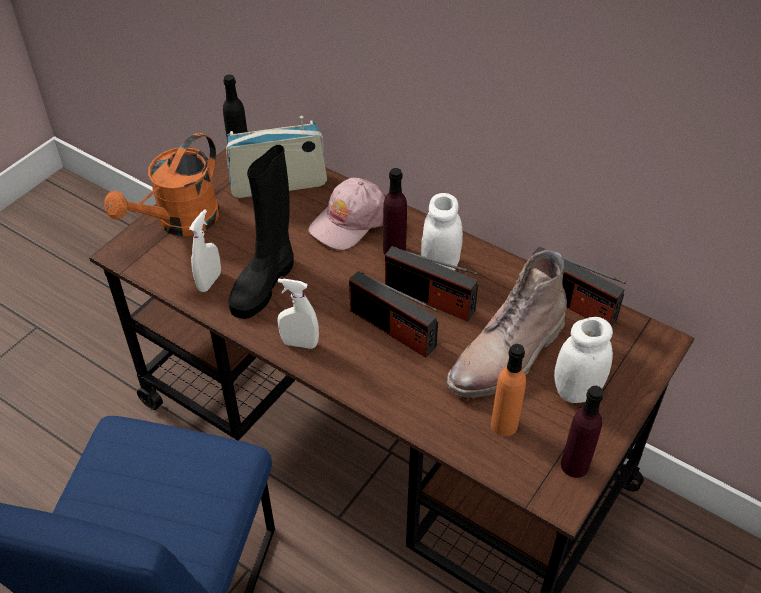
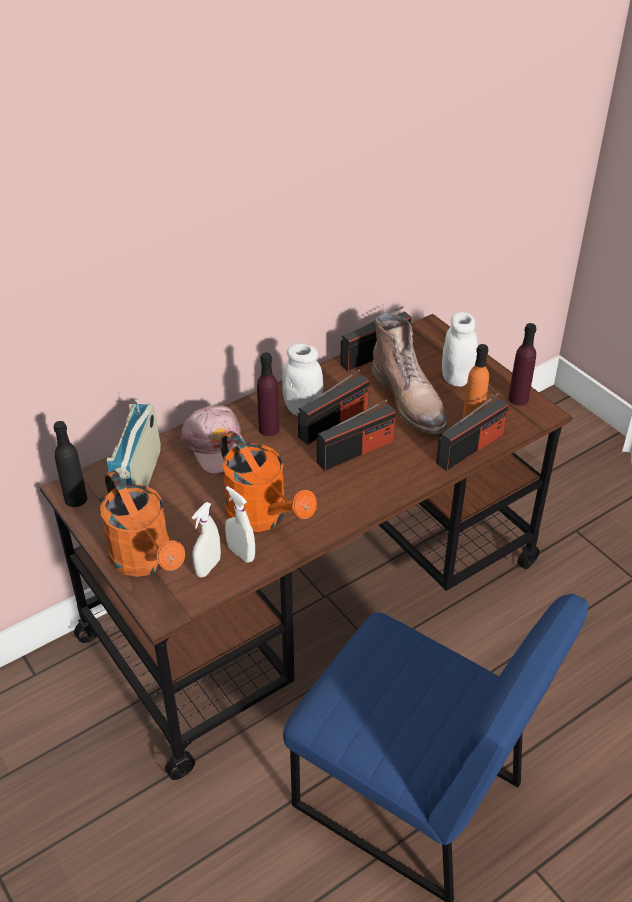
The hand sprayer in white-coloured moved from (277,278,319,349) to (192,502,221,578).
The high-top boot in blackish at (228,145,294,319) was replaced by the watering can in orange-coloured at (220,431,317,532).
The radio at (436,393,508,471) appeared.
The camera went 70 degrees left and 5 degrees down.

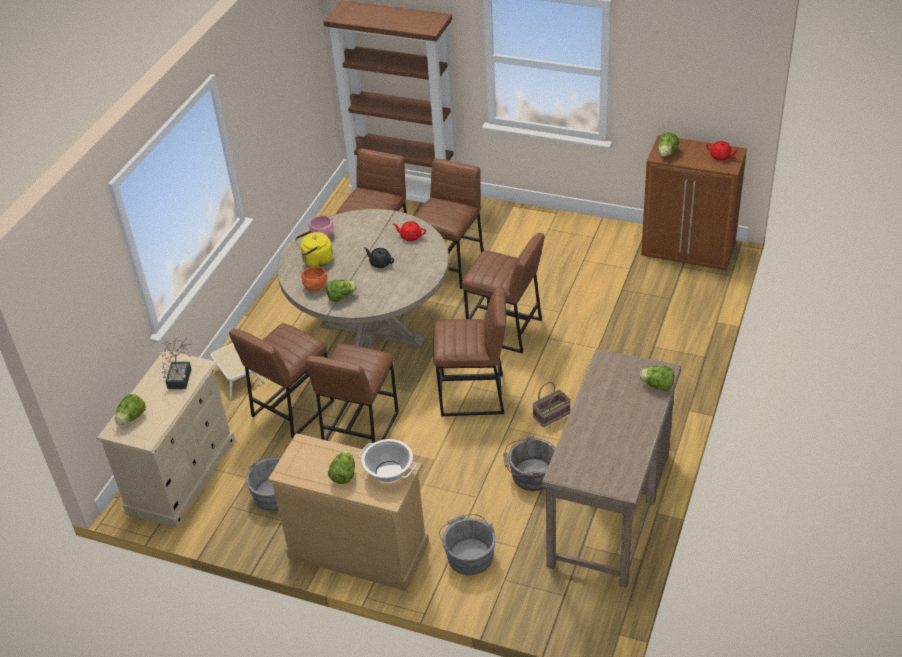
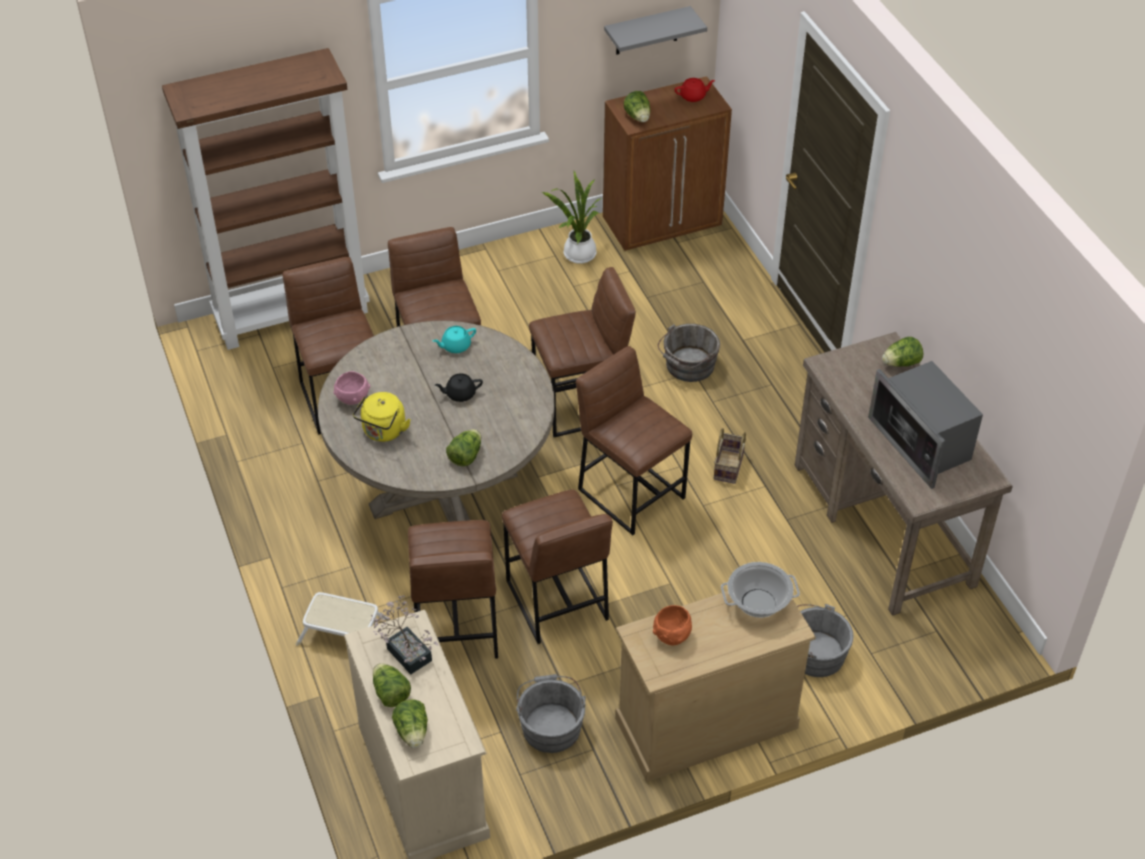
The head of lettuce moved from (328,450,355,484) to (373,663,411,707).
The teapot in red-coloured at (393,221,426,241) became the teapot in blue-green at (433,326,476,353).
The houseplant at (541,171,602,264) appeared.
The upright chair in brownish at (433,287,506,416) turned 90 degrees counterclockwise.
The shelf in gray at (604,6,707,54) appeared.
The deep dish in orange-coloured moved from (301,267,327,291) to (653,605,692,645).
The pail in gray moved from (503,435,555,491) to (658,324,720,382).
The microwave oven at (868,361,983,489) appeared.
The camera went 45 degrees left and 5 degrees up.

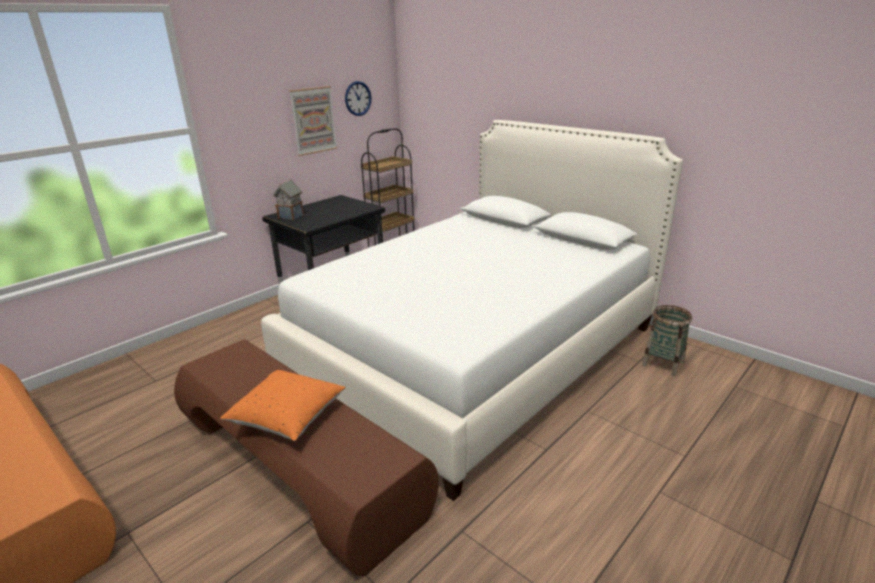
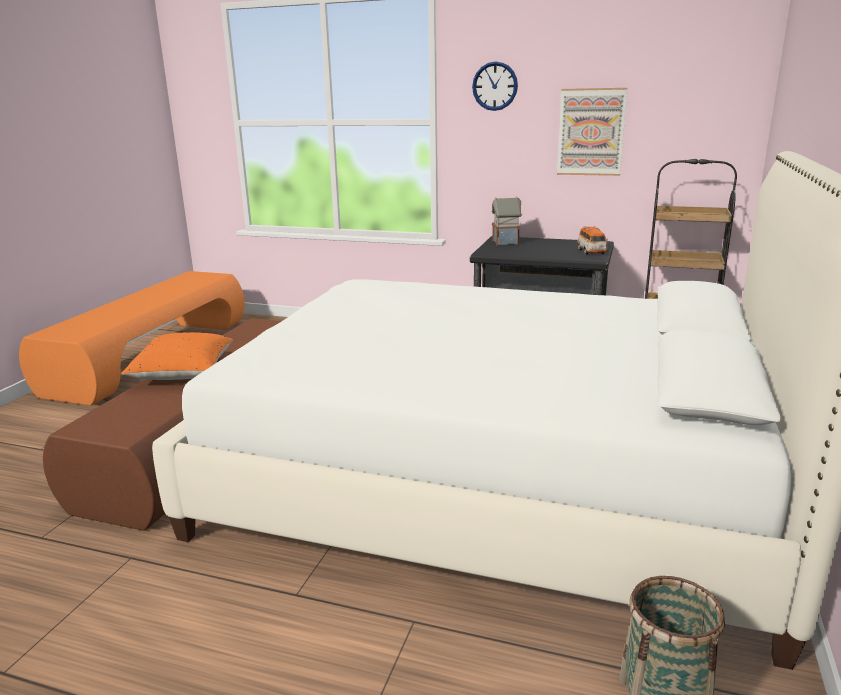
The wall clock moved from (345,81,371,116) to (472,61,518,111).
The toy car at (577,226,608,255) appeared.
The camera went 65 degrees right and 5 degrees down.

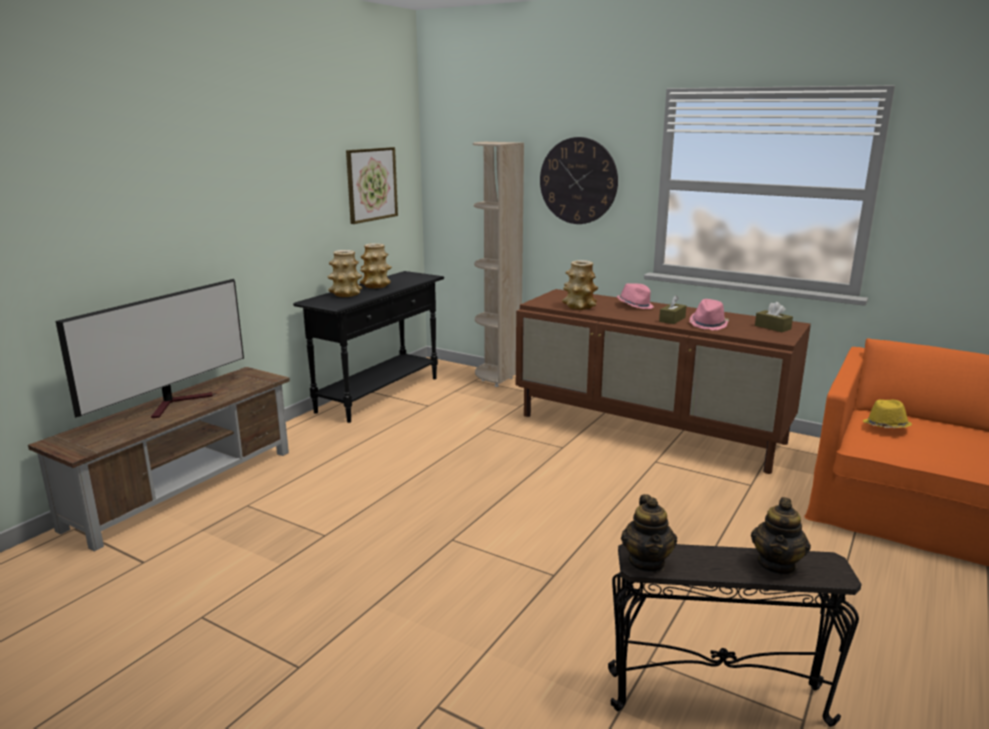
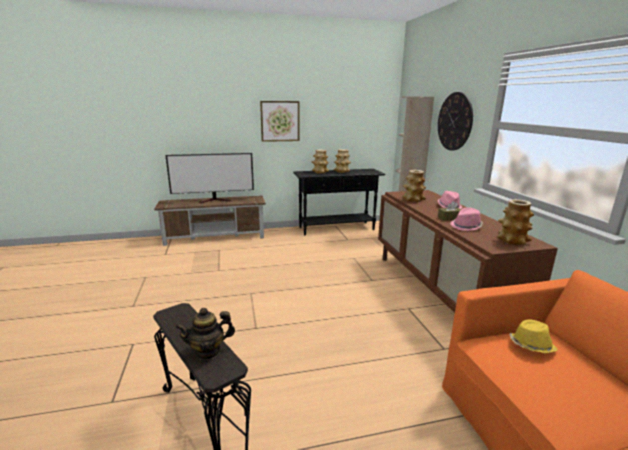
The wall art moved from (346,147,398,224) to (260,101,300,142).
The tissue box in brownish at (755,302,793,332) was replaced by the flower vase at (497,199,534,245).
The teapot at (621,494,677,573) disappeared.
The camera went 45 degrees right and 0 degrees up.

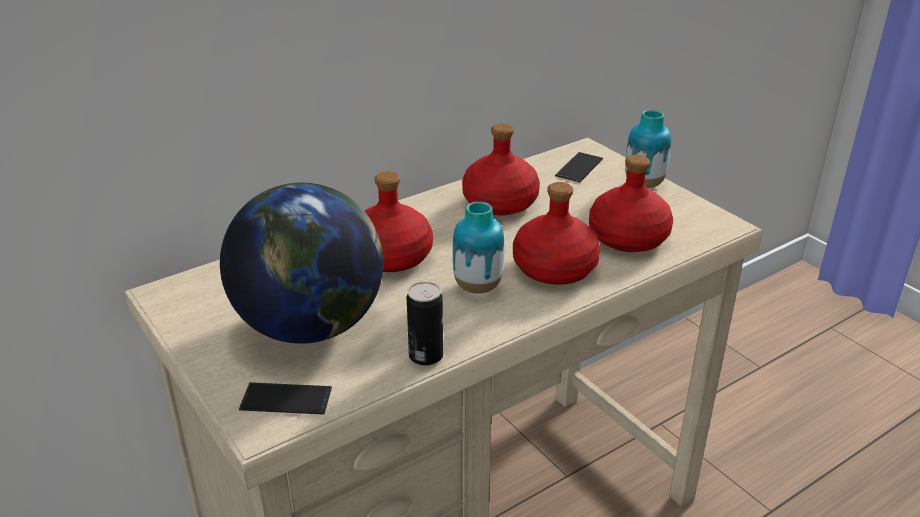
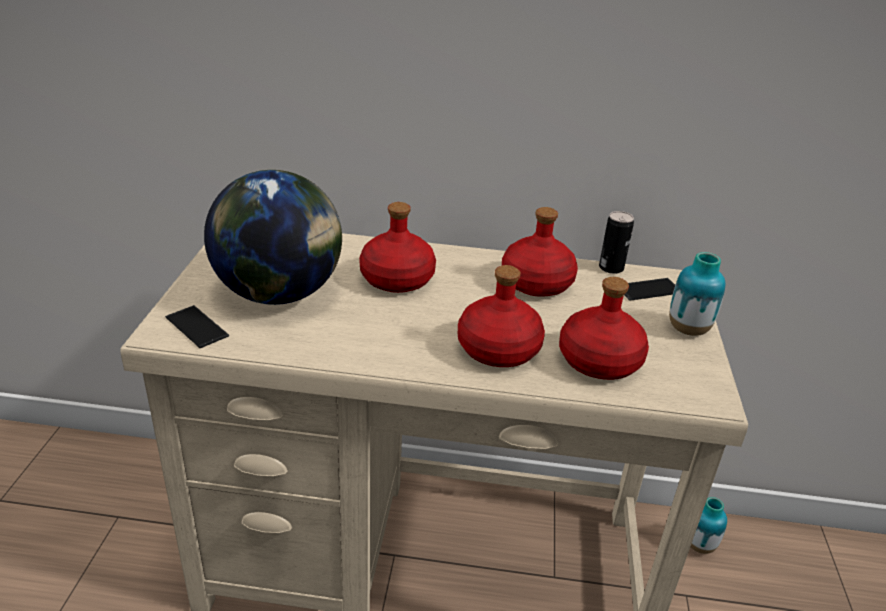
The metal can moved from (407,281,443,366) to (599,211,634,274).
The flower vase moved from (452,201,504,294) to (691,497,727,554).
The camera went 40 degrees right and 0 degrees up.

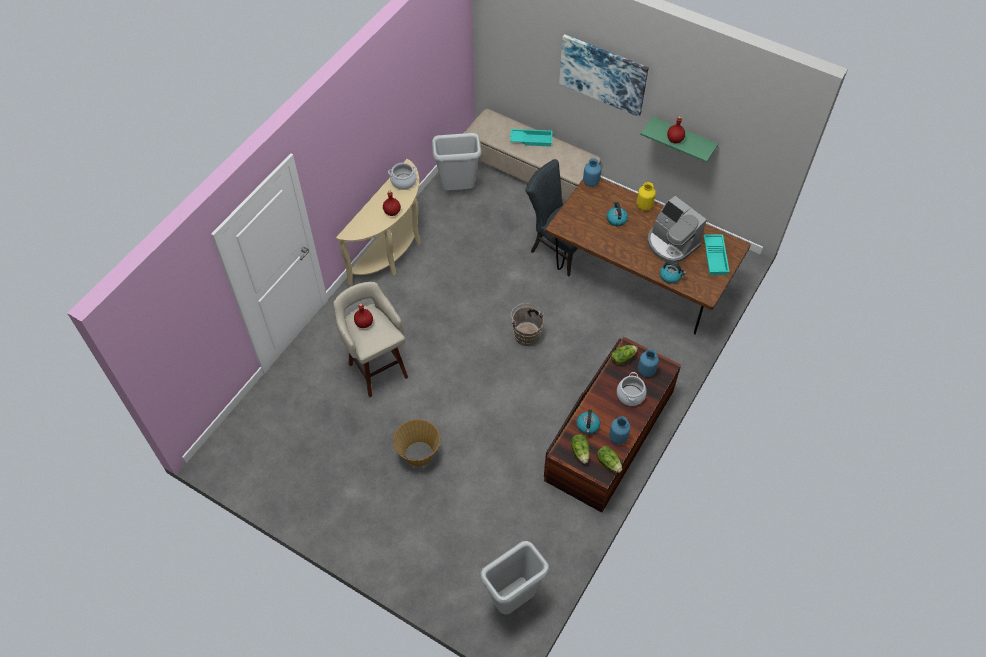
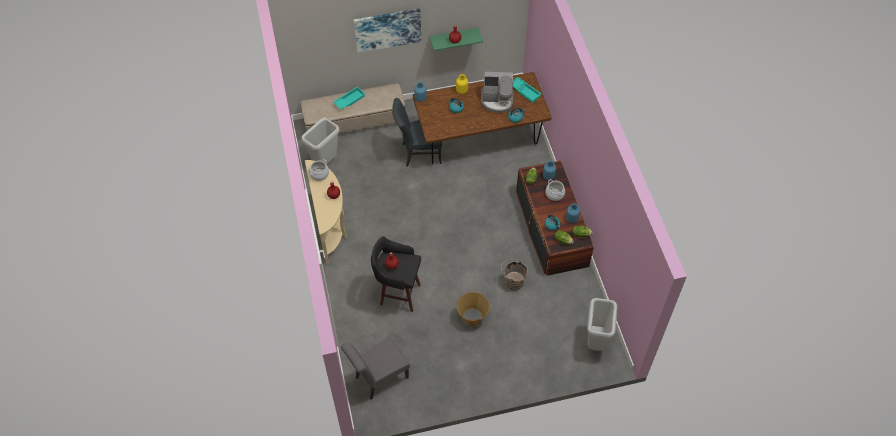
The upright chair in gray at (341,337,410,400) appeared.
The stool seat in beige at (333,282,408,397) became the stool seat in blackish at (371,236,421,312).
The pail in brownish moved from (511,303,544,346) to (501,259,528,290).
The camera went 45 degrees left and 0 degrees up.

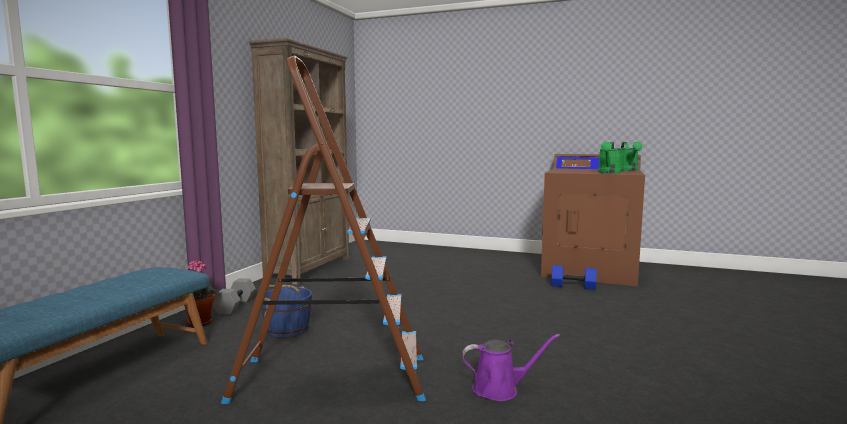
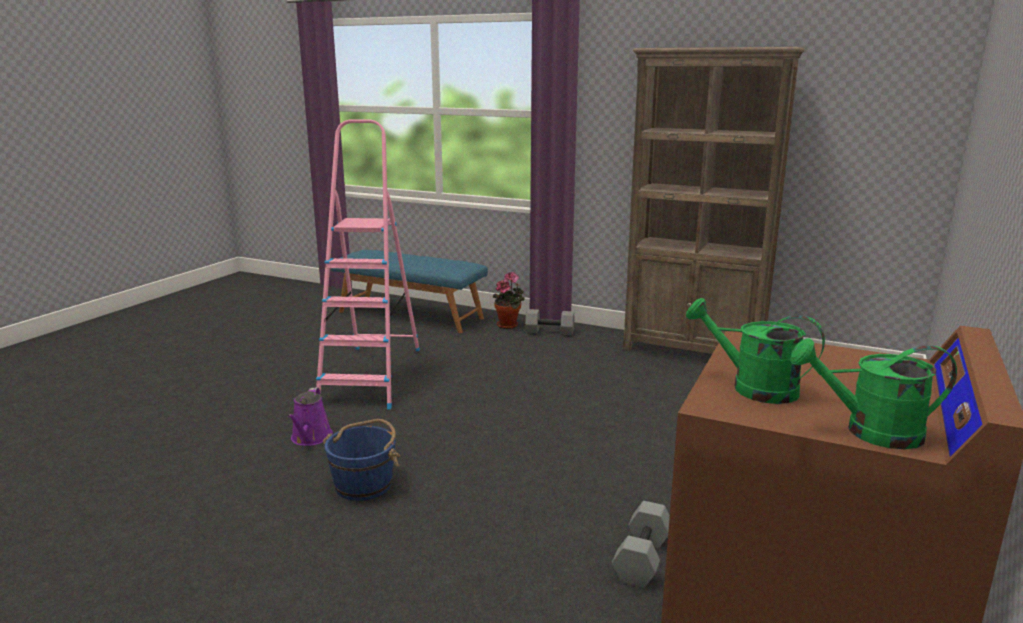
The step stool in brownish at (221,55,426,404) became the step stool in pink-coloured at (316,120,420,410).
The pail in blue-coloured moved from (261,285,312,338) to (323,419,400,501).
The hand weight in blue-coloured at (551,265,597,290) became the hand weight in gray at (612,501,670,588).
The camera went 95 degrees right and 10 degrees up.

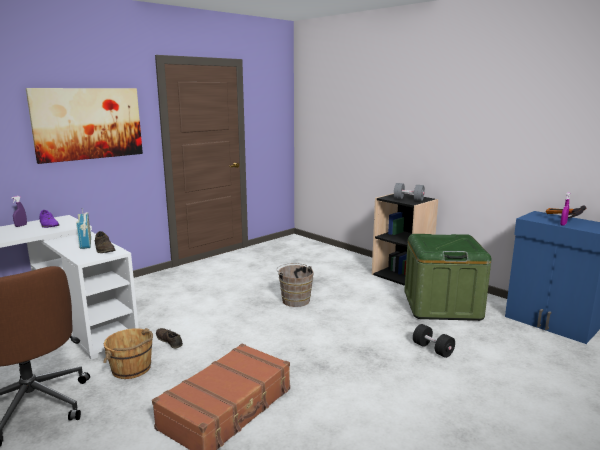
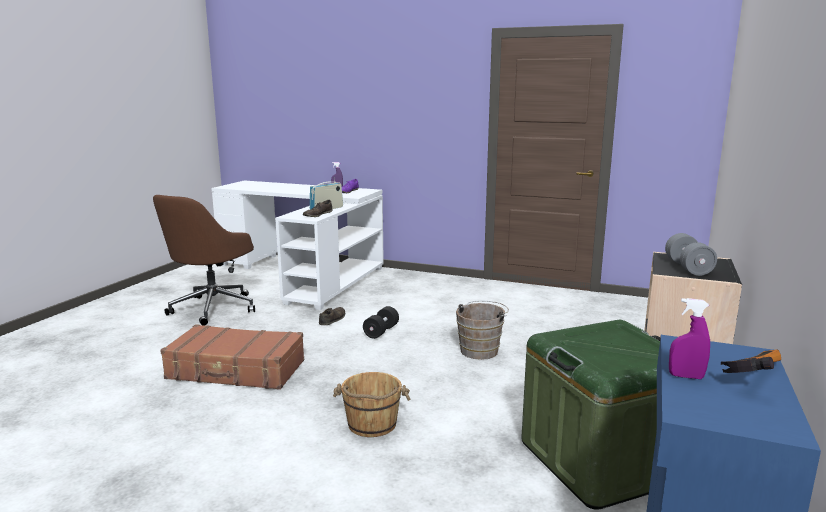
The pail in brownish moved from (103,328,153,379) to (333,372,411,437).
The hand weight in blackish moved from (413,324,455,358) to (363,306,399,339).
The wall art at (26,88,143,164) disappeared.
The camera went 65 degrees right and 0 degrees up.

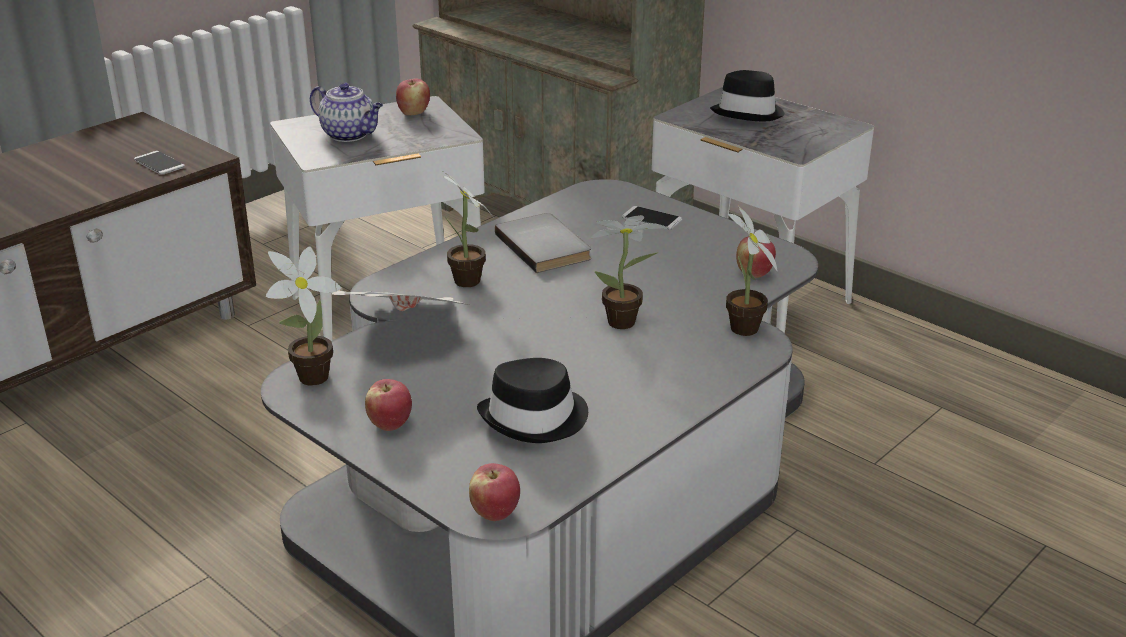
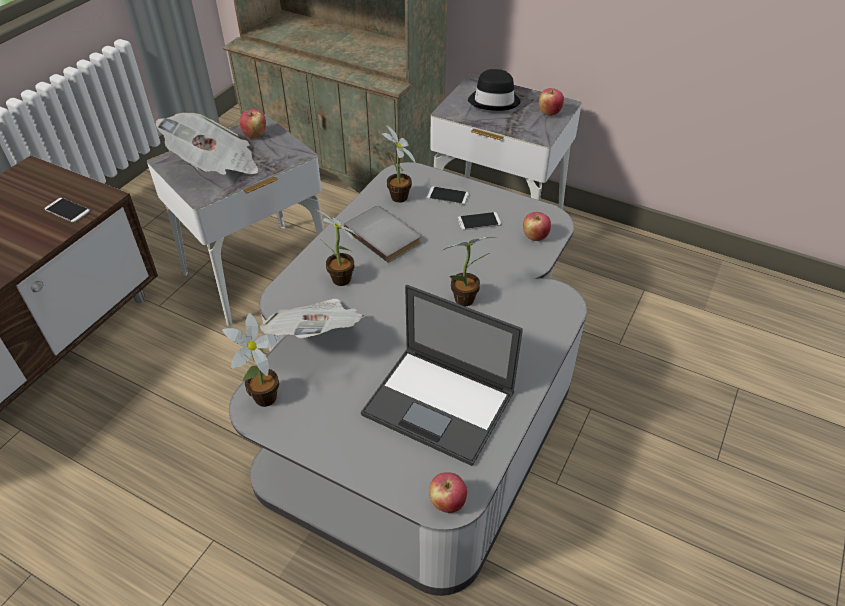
The teapot at (310,82,383,142) was replaced by the newspaper at (156,113,258,175).
The wearable hat in blackish at (477,358,588,443) was replaced by the notebook computer at (361,285,523,466).
The houseplant moved from (726,205,778,336) to (382,125,416,203).
The phone at (457,212,501,230) appeared.
The apple moved from (365,379,412,431) to (539,88,564,116).
The camera went 15 degrees left and 15 degrees up.

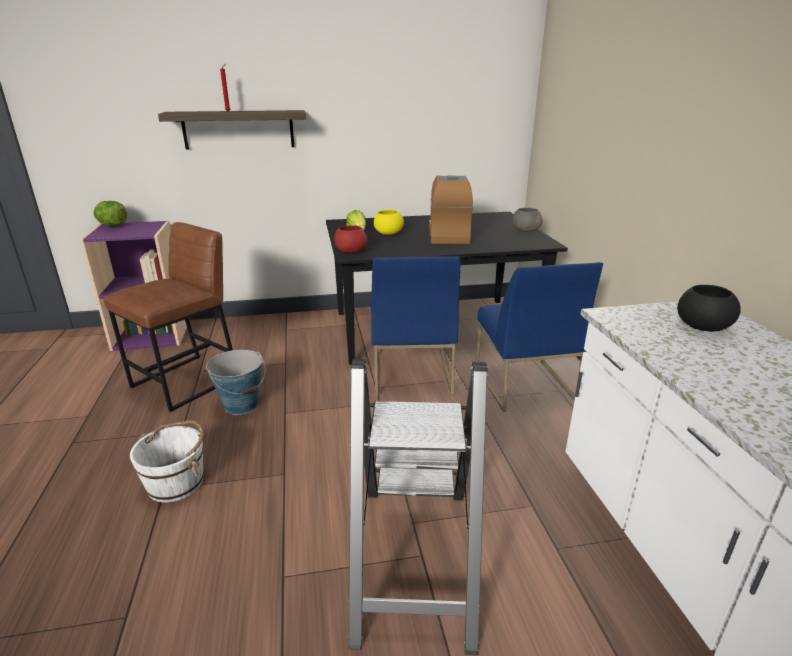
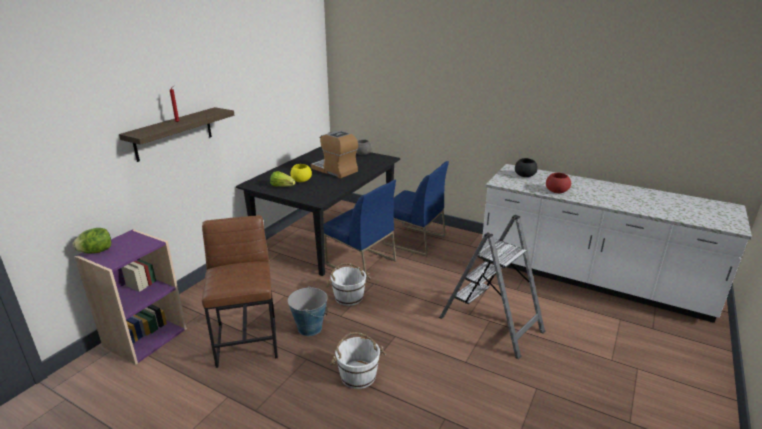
The pail in white-coloured at (326,263,371,306) appeared.
The deep dish in red-coloured moved from (334,225,367,253) to (546,173,571,193).
The camera went 50 degrees left and 0 degrees up.

